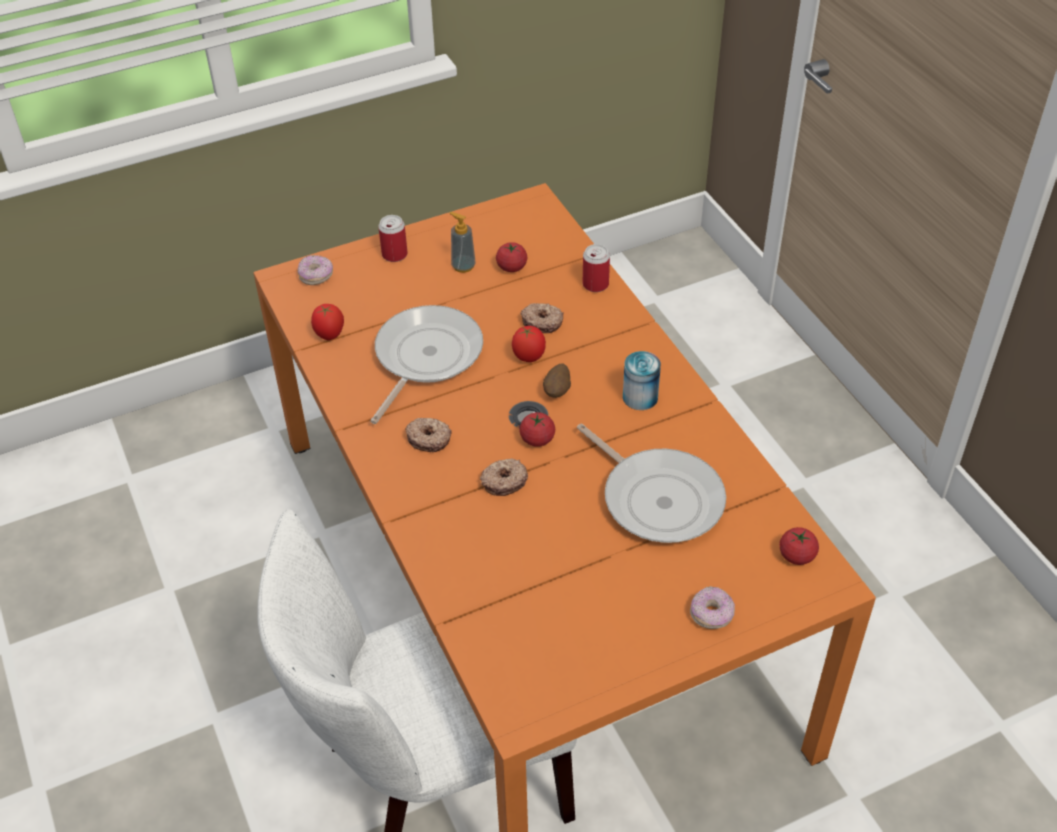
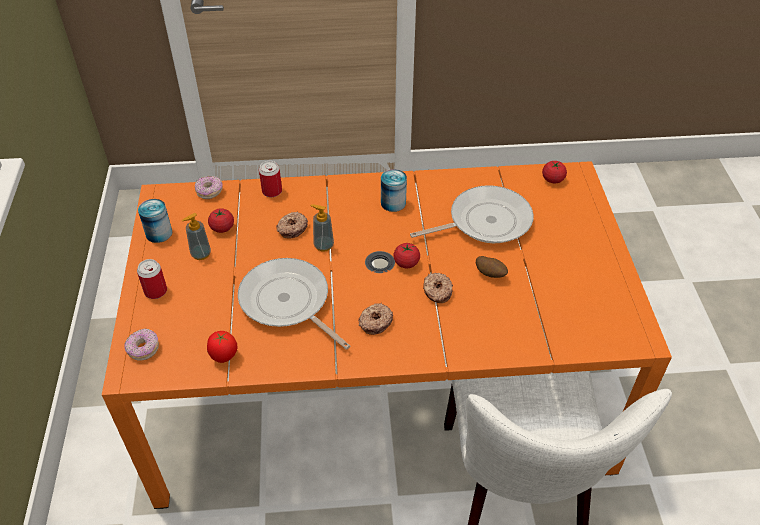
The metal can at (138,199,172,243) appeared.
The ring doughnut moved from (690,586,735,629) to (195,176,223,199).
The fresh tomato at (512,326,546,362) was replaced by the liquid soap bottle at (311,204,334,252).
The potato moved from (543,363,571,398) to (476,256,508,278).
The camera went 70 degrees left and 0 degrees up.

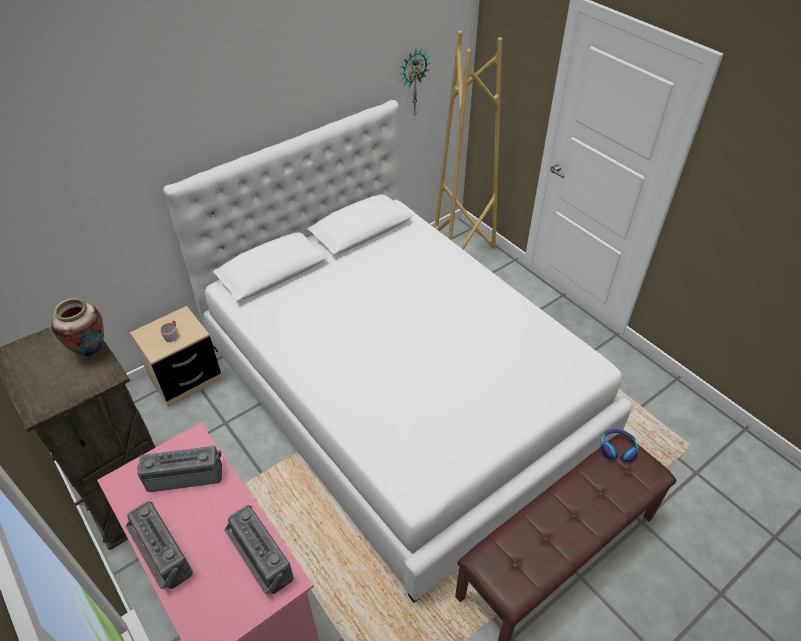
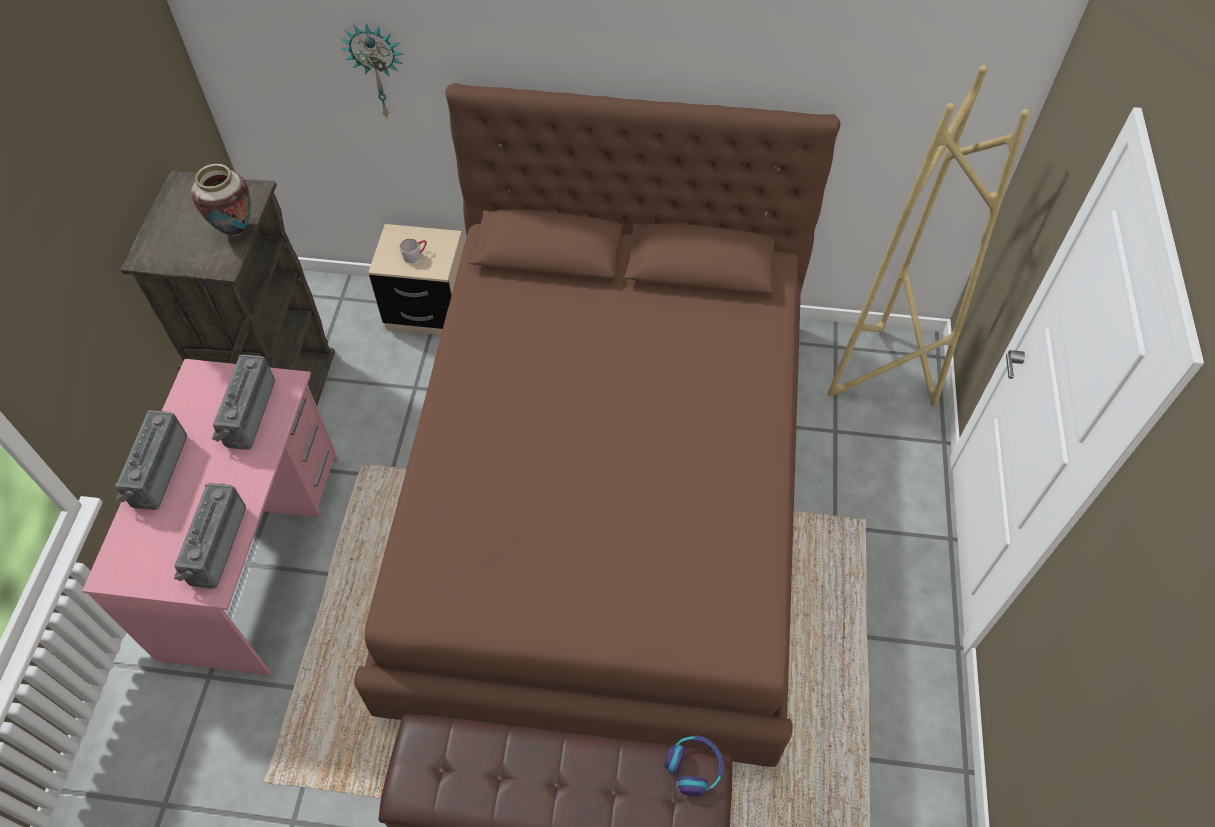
The radio at (137,445,222,492) turned 120 degrees counterclockwise.
The wall clock moved from (400,48,430,117) to (340,23,403,118).
The sleeping bed in white-coloured at (163,100,633,603) became the sleeping bed in brownish at (354,83,841,767).
The camera went 45 degrees right and 10 degrees up.

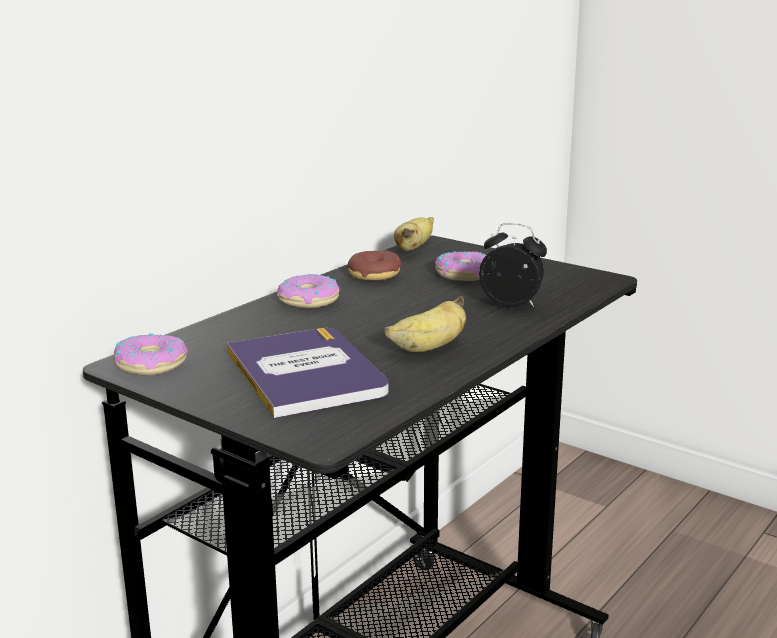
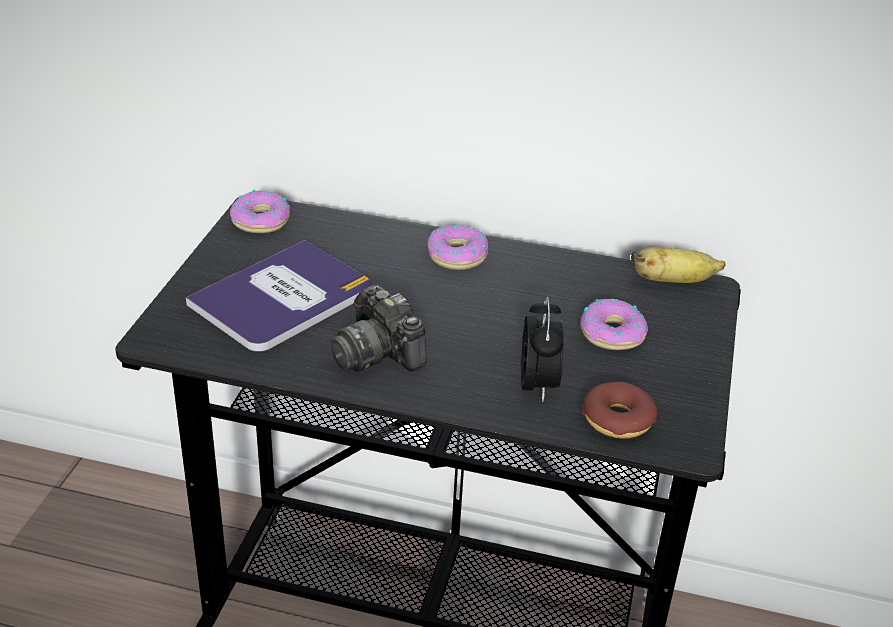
The whole banana at (384,296,466,352) was replaced by the photo camera at (330,284,427,372).
The ring doughnut moved from (347,251,401,281) to (582,382,658,439).
The camera went 65 degrees right and 15 degrees up.

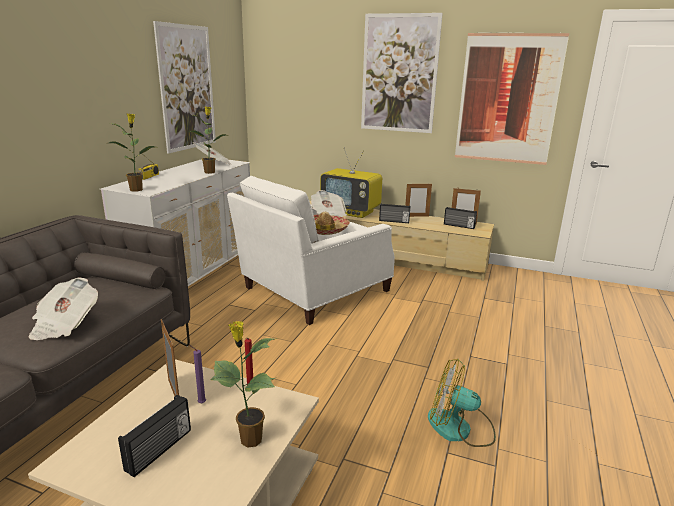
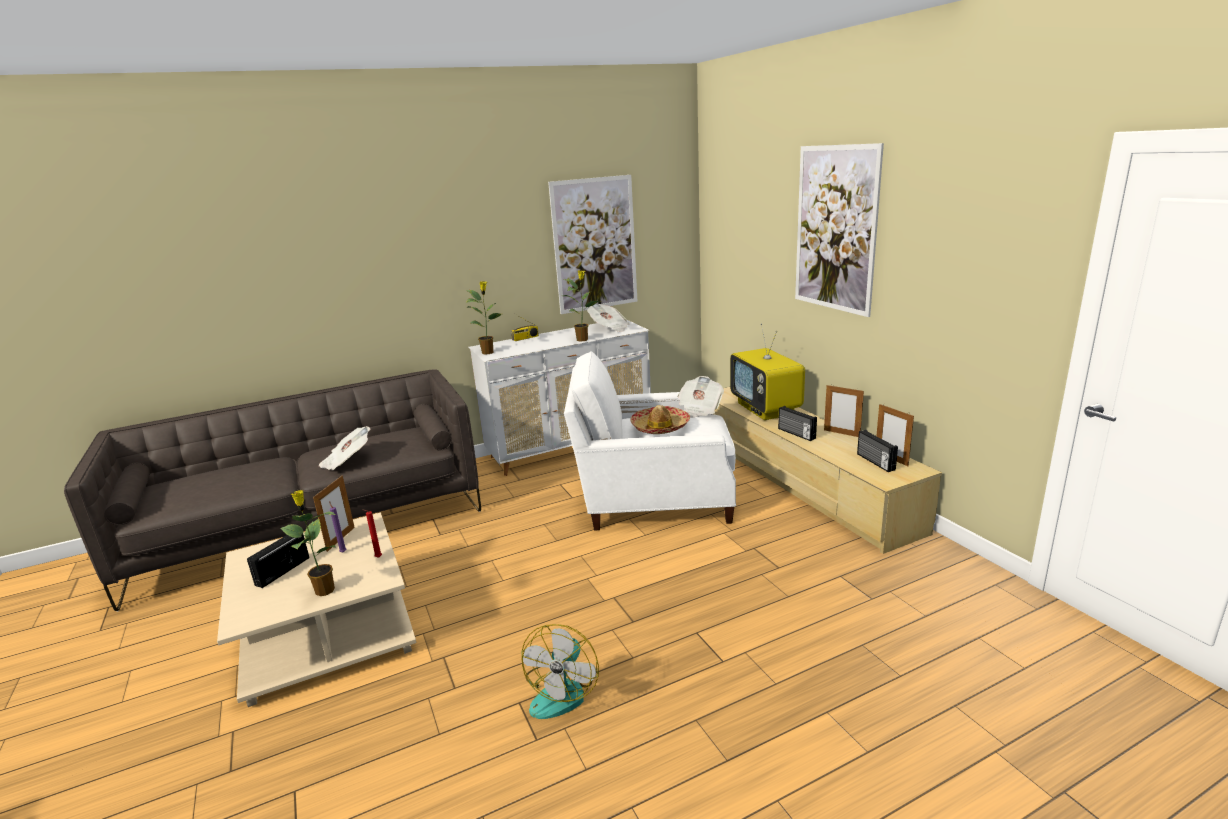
The radio at (118,395,191,477) turned 135 degrees clockwise.
The cooling fan at (428,359,496,447) turned 135 degrees counterclockwise.
The wall art at (455,32,569,165) disappeared.
The camera went 45 degrees right and 0 degrees up.

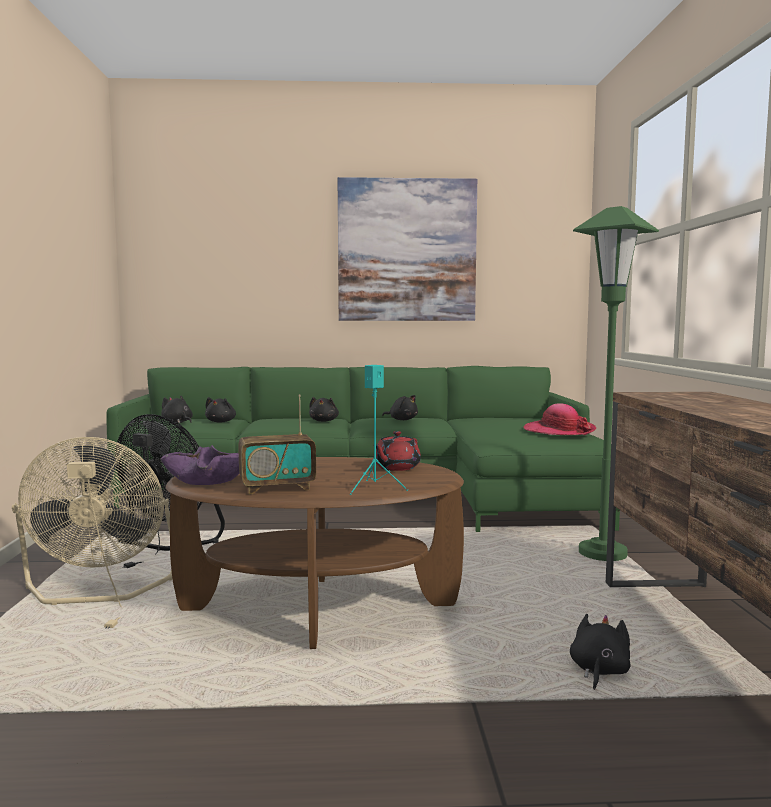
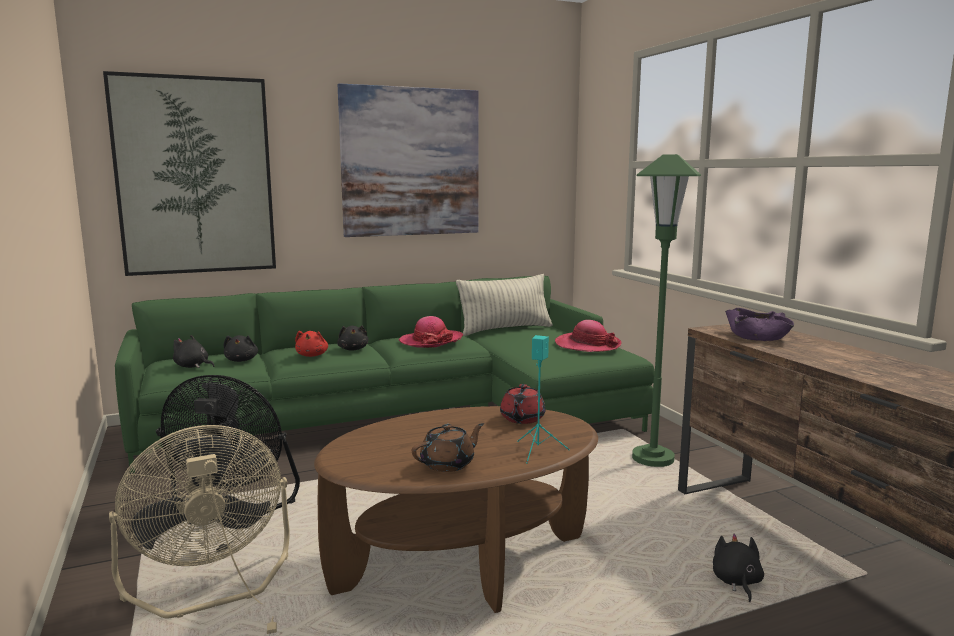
The wall art at (103,71,276,276) appeared.
The plush toy in red-coloured at (295,331,328,357) appeared.
The plush toy in blackish at (382,395,418,420) was replaced by the wearable hat at (399,316,463,348).
The radio at (238,394,316,494) was replaced by the teapot in brownish at (412,423,484,472).
The pillow at (456,274,553,336) appeared.
The deep dish in purple moved from (160,445,240,485) to (725,308,794,341).
The camera went 20 degrees left and 5 degrees up.

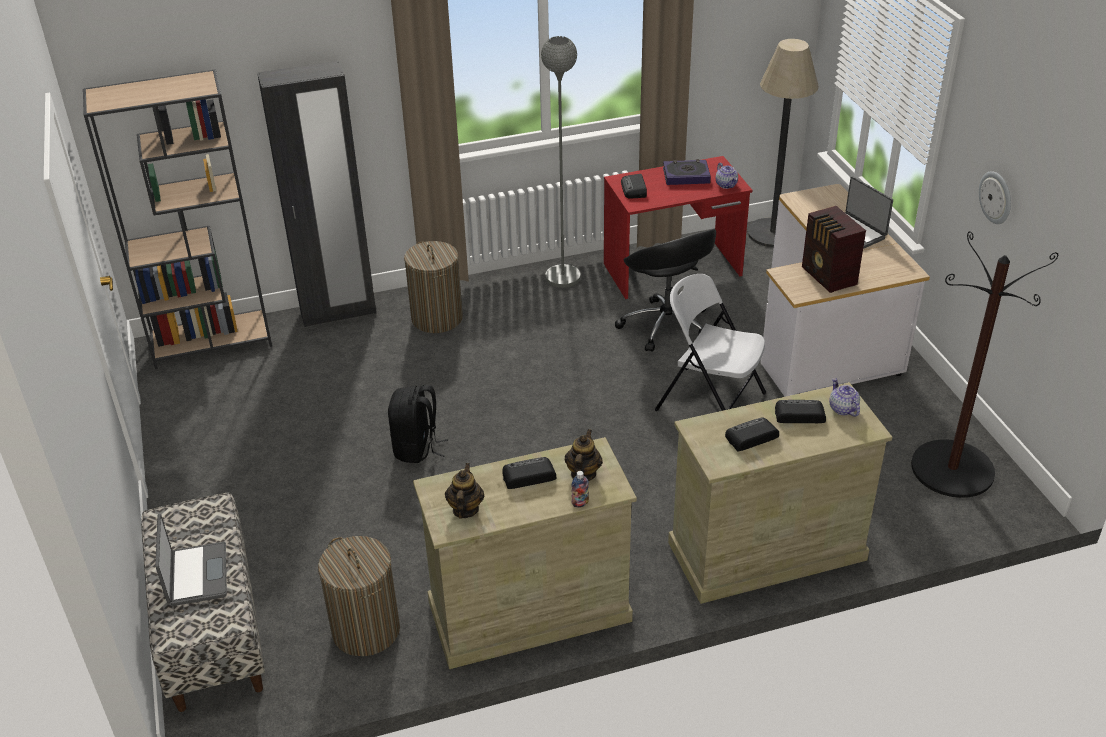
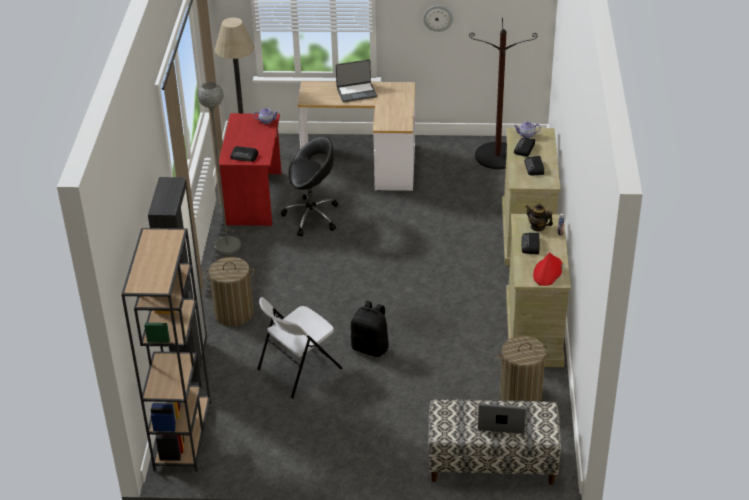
The upright chair in white-coloured moved from (655,274,766,411) to (257,297,342,399).
The teapot at (445,463,484,518) was replaced by the wearable hat in red-coloured at (533,252,563,286).
The volume at (663,159,711,185) disappeared.
The radio at (802,206,866,293) disappeared.
The camera went 70 degrees left and 0 degrees up.

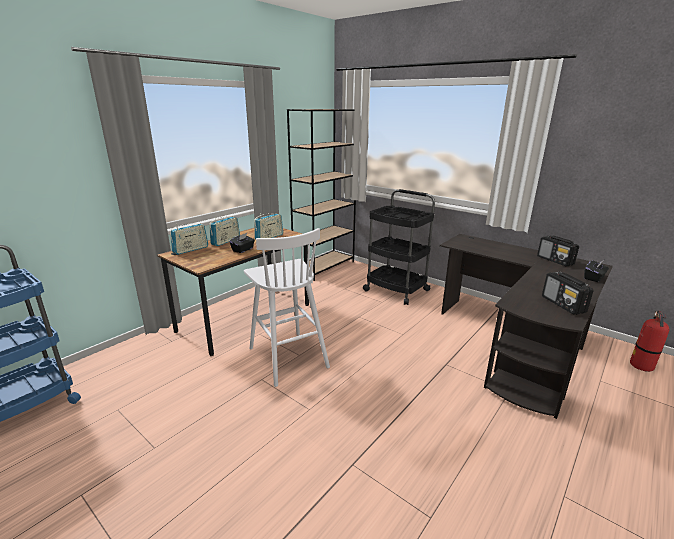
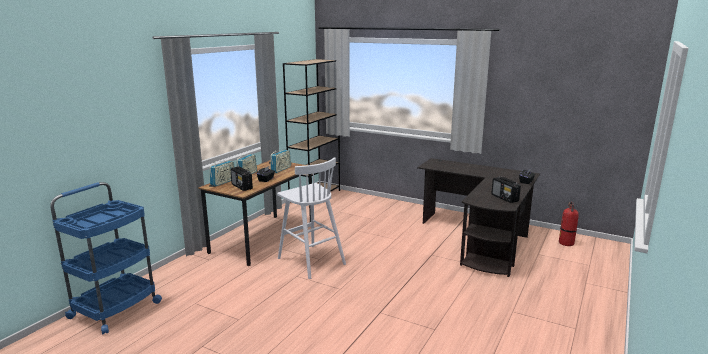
The radio moved from (537,235,579,267) to (230,167,253,191).
The trolley in blackish at (363,189,435,305) disappeared.
The camera went 10 degrees left and 5 degrees down.

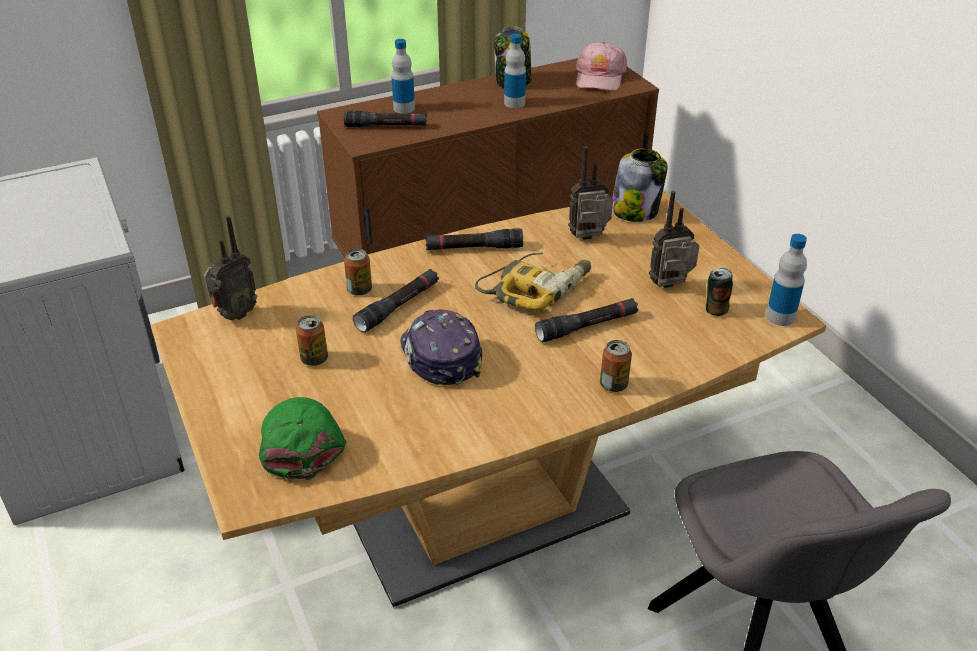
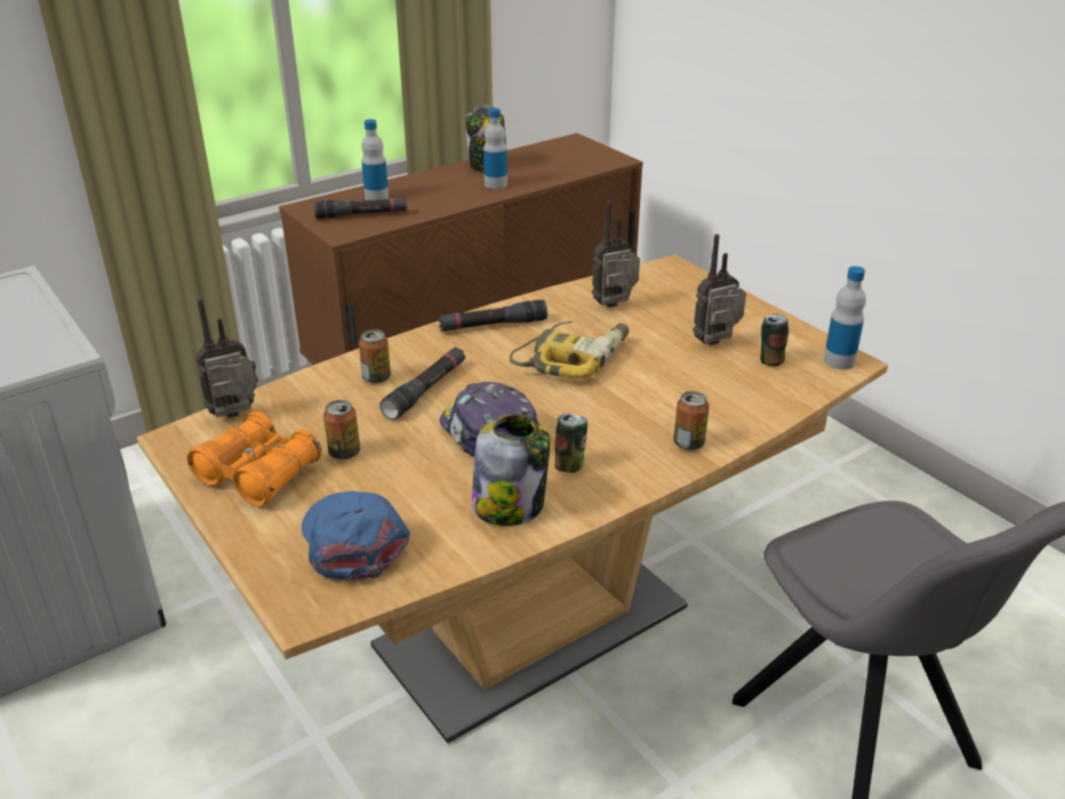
The field glasses in orange-coloured at (187,411,322,507) appeared.
The radio at (204,215,258,320) turned 150 degrees counterclockwise.
The peaked cap in greenish at (259,397,346,480) became the peaked cap in blue-coloured at (301,491,410,581).
The jar moved from (612,149,668,222) to (471,415,550,526).
The metal can at (554,413,588,473) appeared.
The hand torch in blackish at (535,298,639,342) disappeared.
The peaked cap in pink-coloured at (576,41,627,91) disappeared.
The camera went 10 degrees left and 5 degrees down.

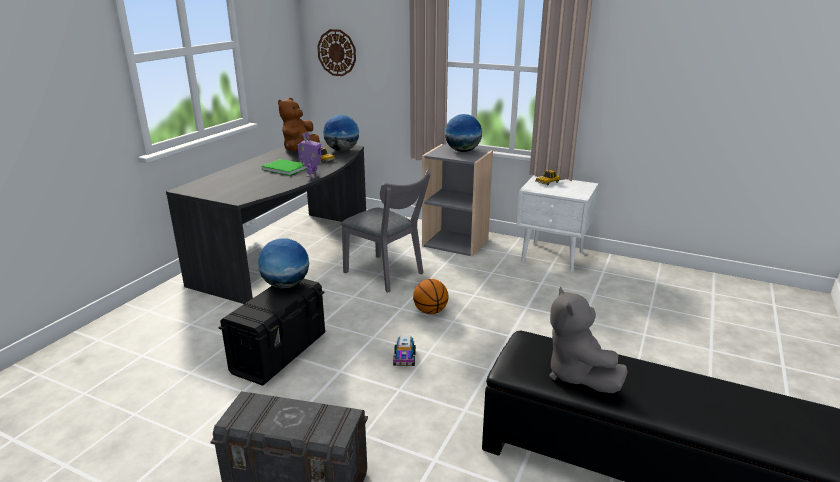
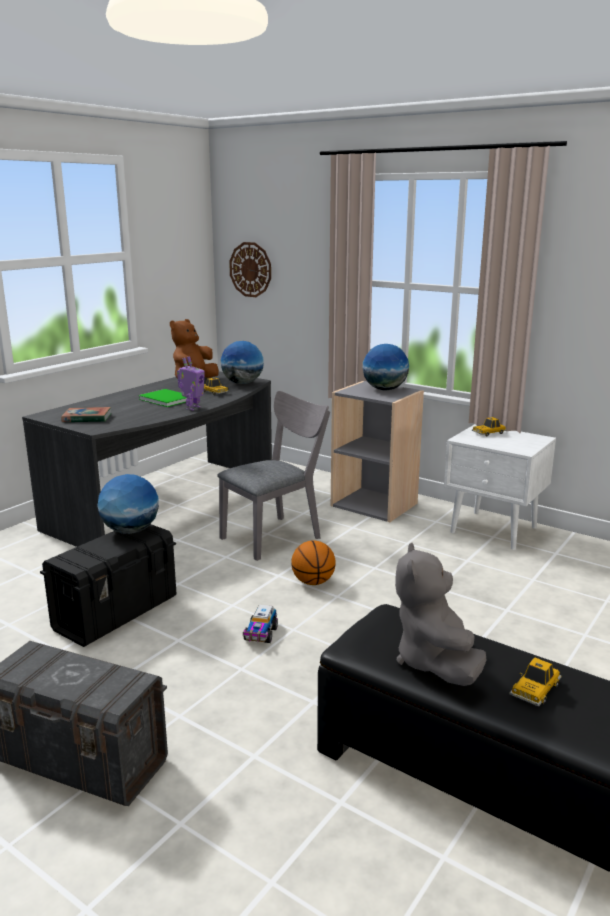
The volume at (61,407,111,422) appeared.
The upright chair in gray at (341,168,431,293) turned 90 degrees counterclockwise.
The toy car at (509,657,562,706) appeared.
The camera went 10 degrees right and 5 degrees down.

